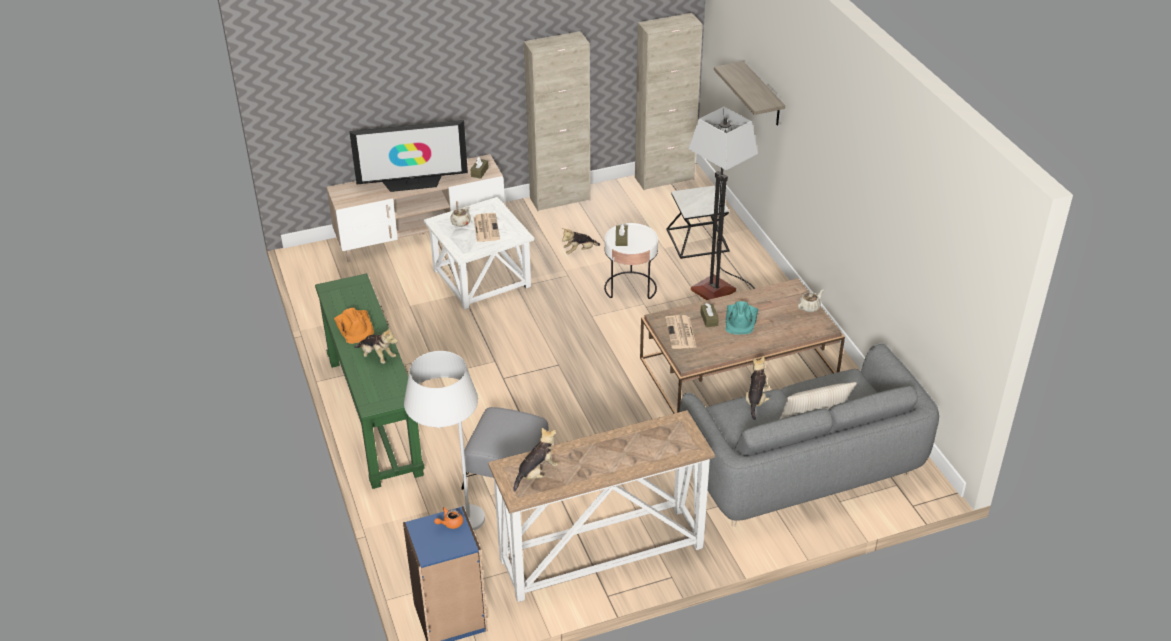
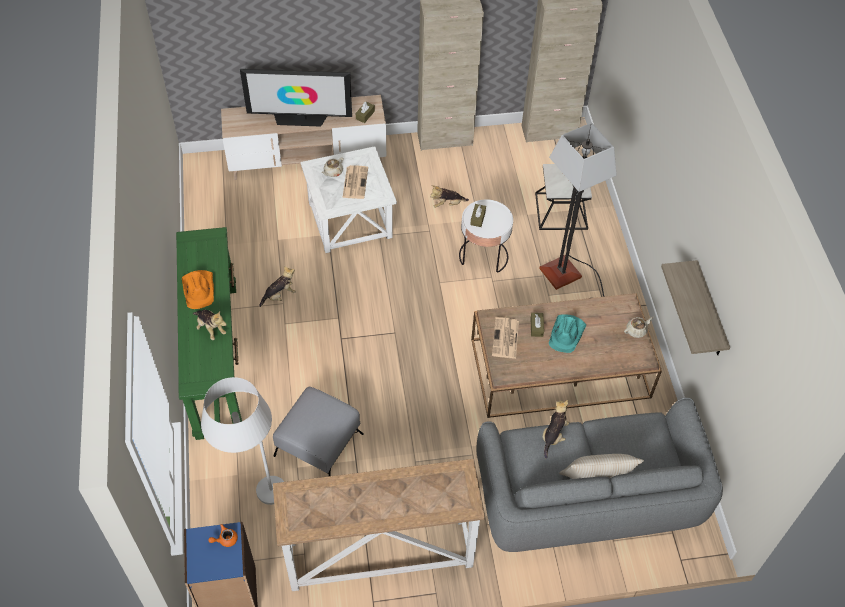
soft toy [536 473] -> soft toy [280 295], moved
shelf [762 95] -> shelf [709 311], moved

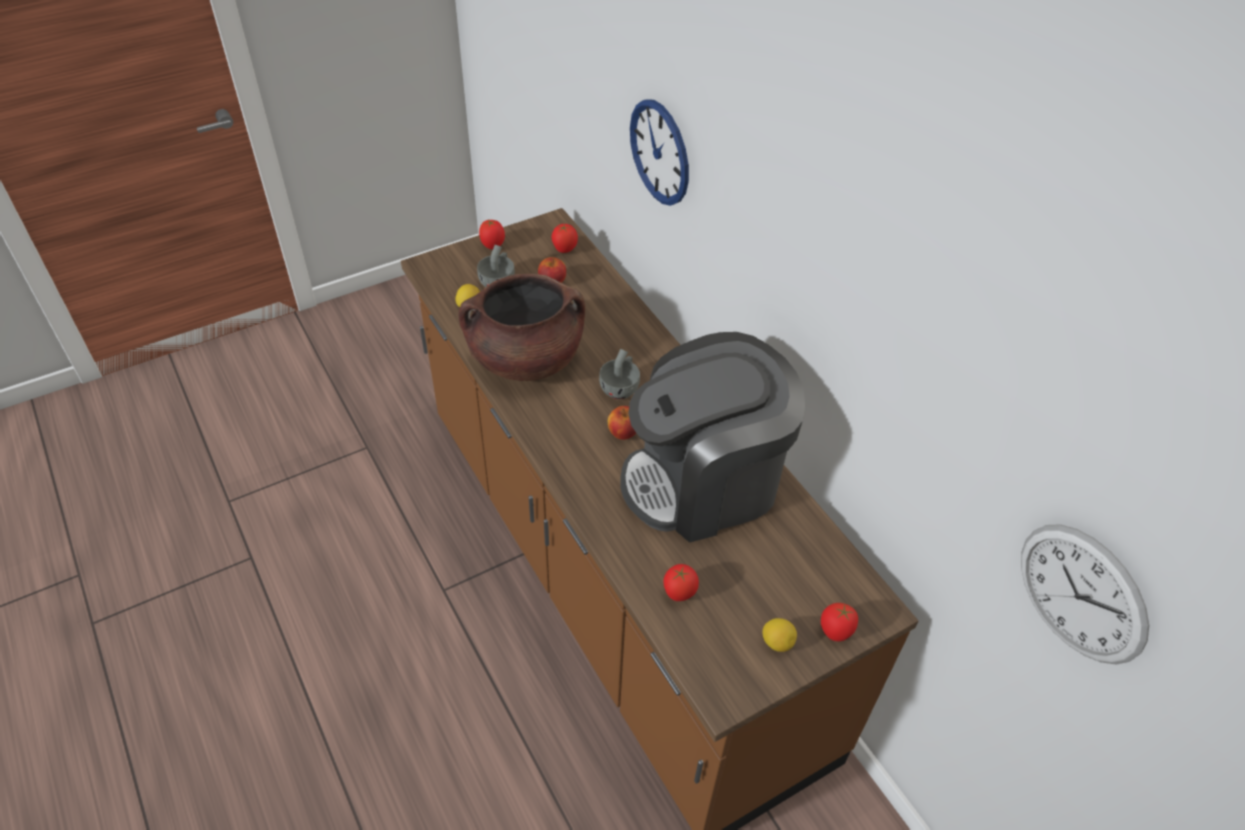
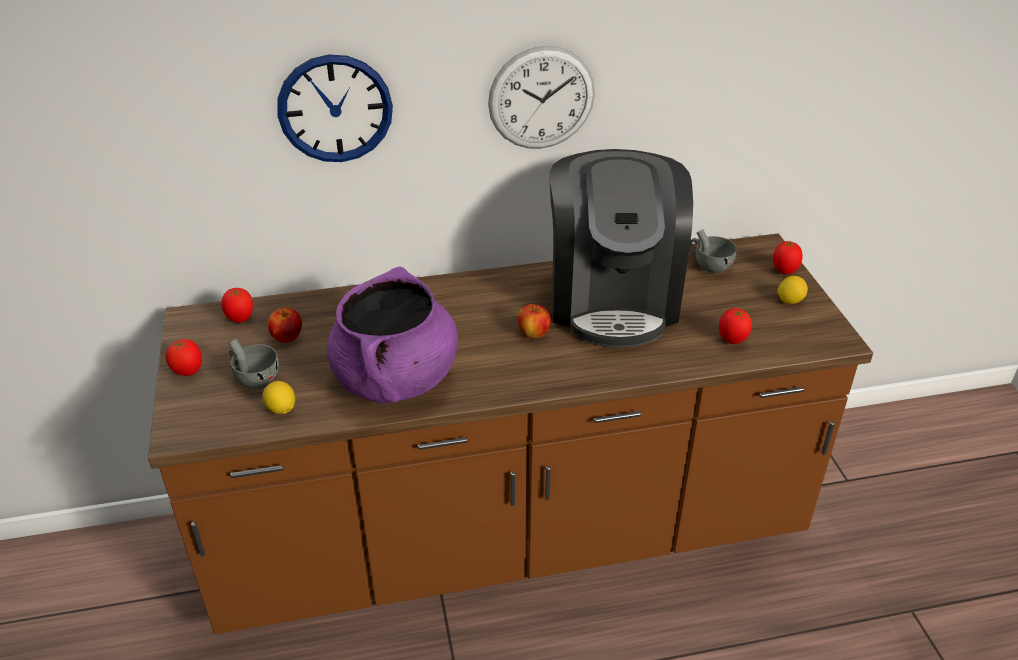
stockpot/brownish [526 359] -> stockpot/purple [396 379]
clock on the wall [1081 593] -> clock on the wall [541 98], moved
small cup/greyish [621 387] -> small cup/greyish [709 265], moved

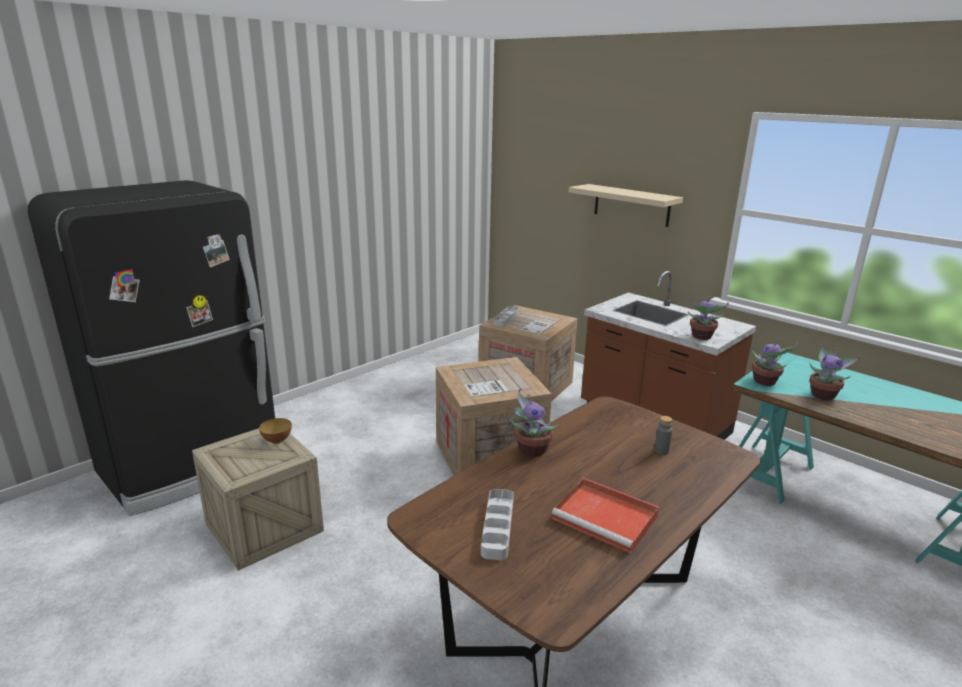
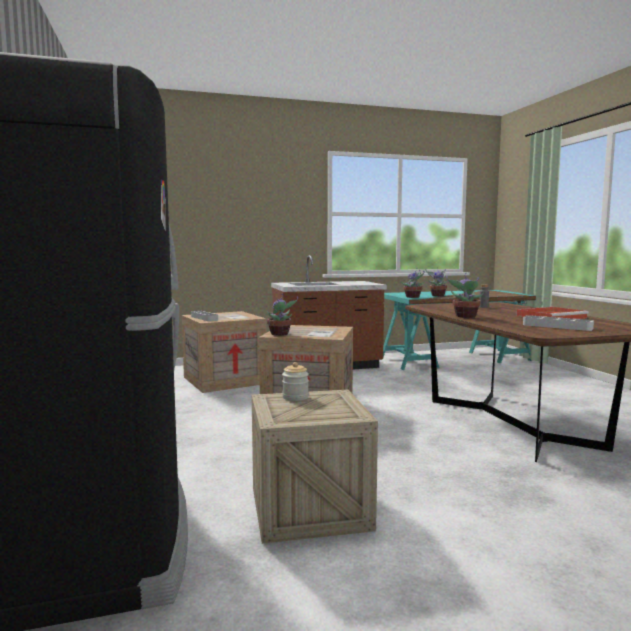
potted plant [701 337] -> potted plant [280 334], moved
deep dish [277 441] -> preserve jar [295 397]
shelf/beige-coloured [631 205] -> none

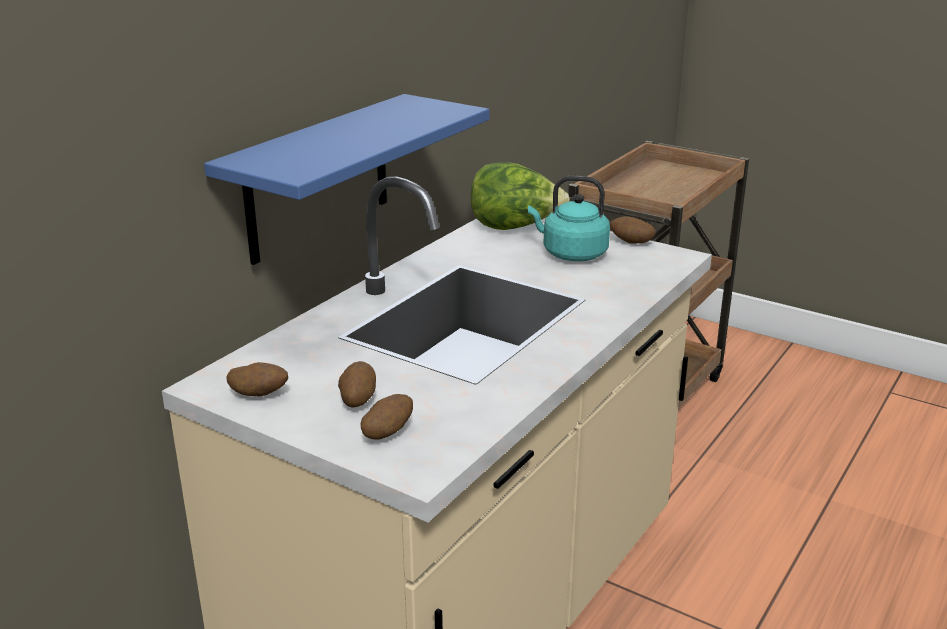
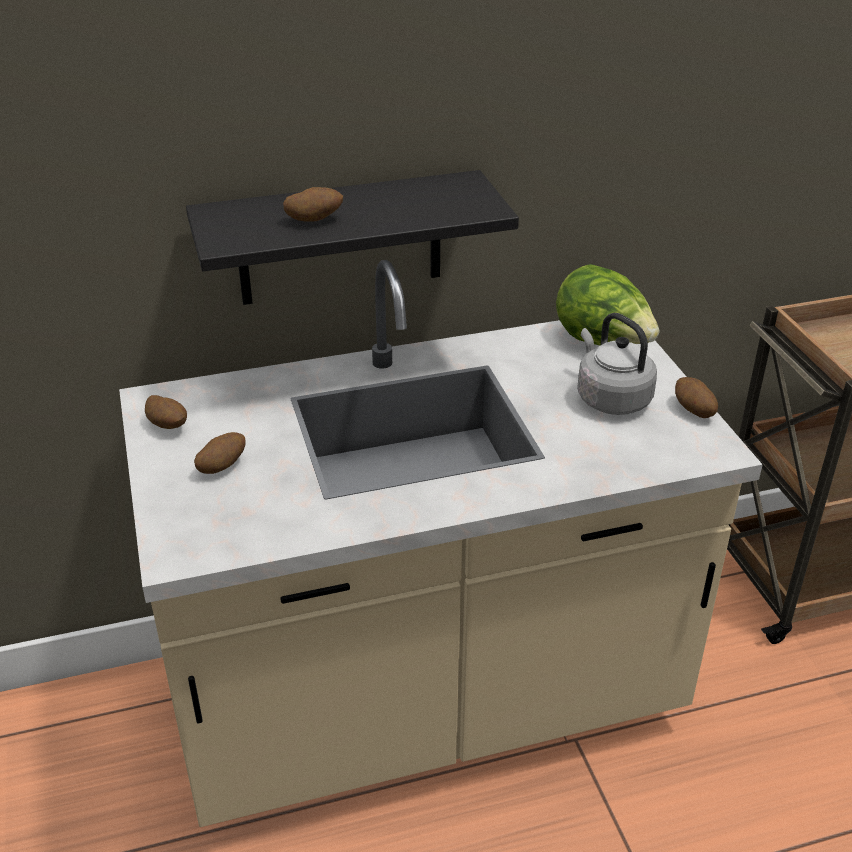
shelf/blue-coloured [318 178] -> shelf/black-coloured [340 239]
whole potato [387 433] -> whole potato [314 220], moved
water kettle/turquoise-coloured [571 254] -> water kettle/greyish [610 398]

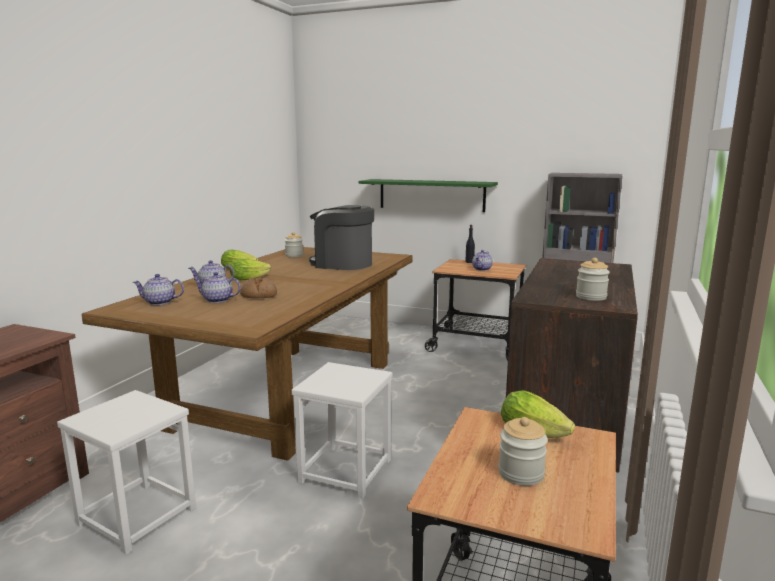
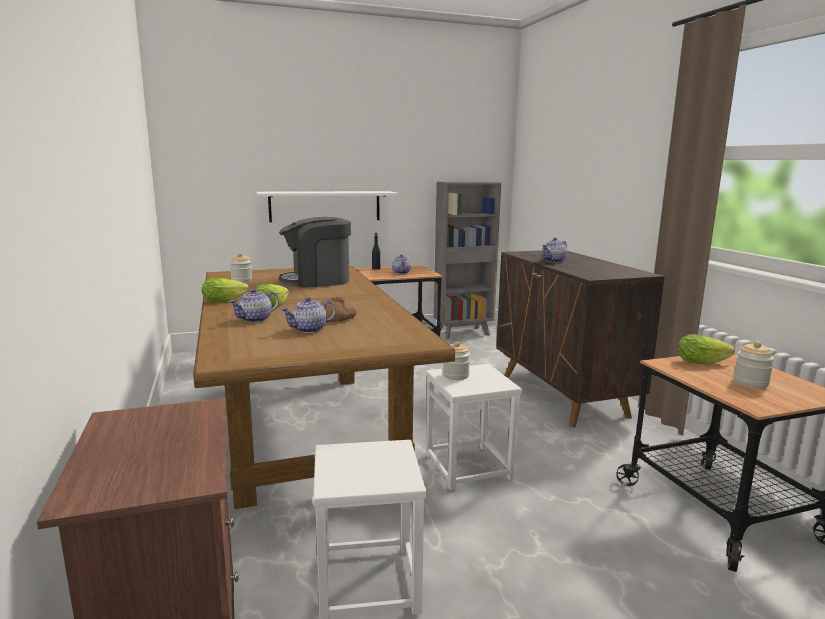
shelf/green [431 195] -> shelf/white-coloured [325 206]
preserve jar [591 297] -> preserve jar [456 375], moved
teapot [159 302] -> teapot [553 261], moved

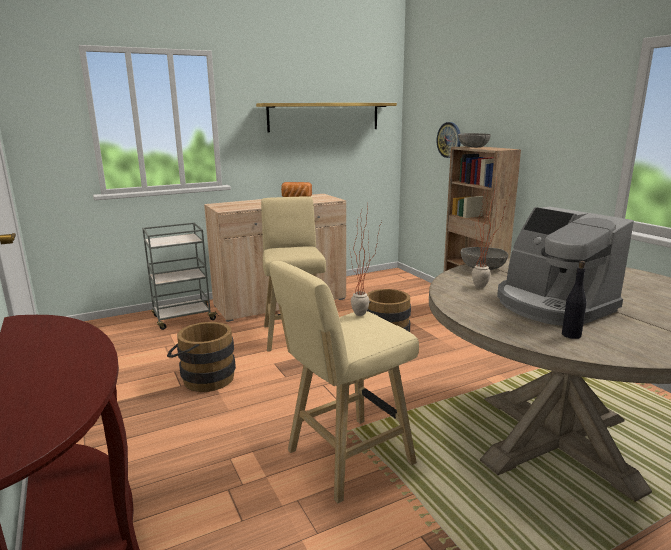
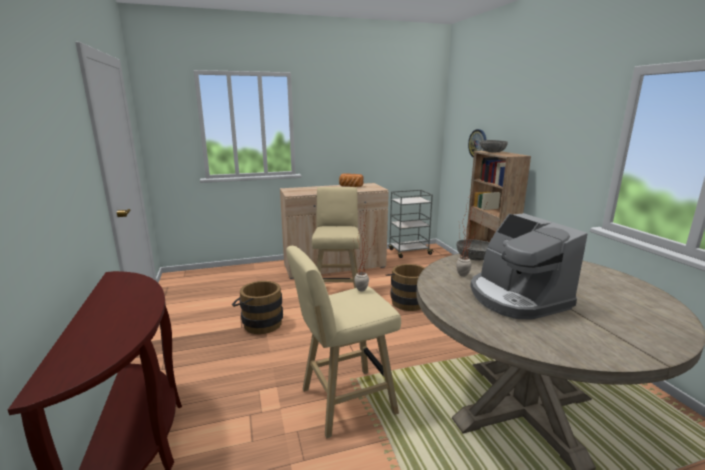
wheeled cart/greyish [183 318] -> wheeled cart/greyish [409 252], moved
shelf [324 117] -> none
bottle/black-coloured [571 335] -> none

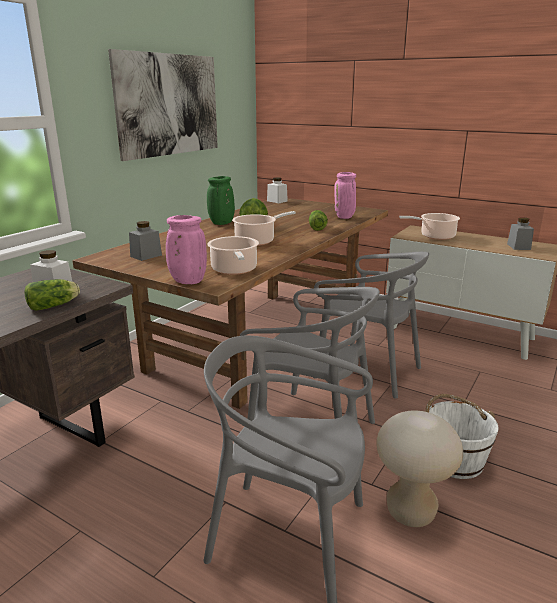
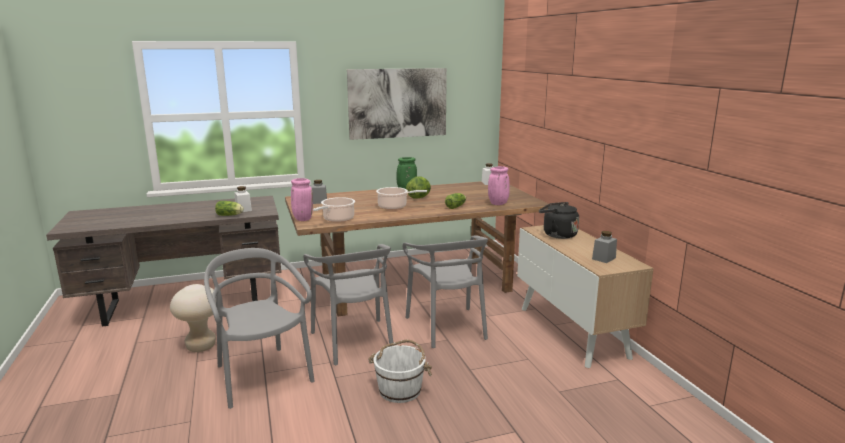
stool/beige-coloured [410 512] -> stool/beige-coloured [201 346], moved
stockpot [435 236] -> water kettle/black-coloured [557 235]

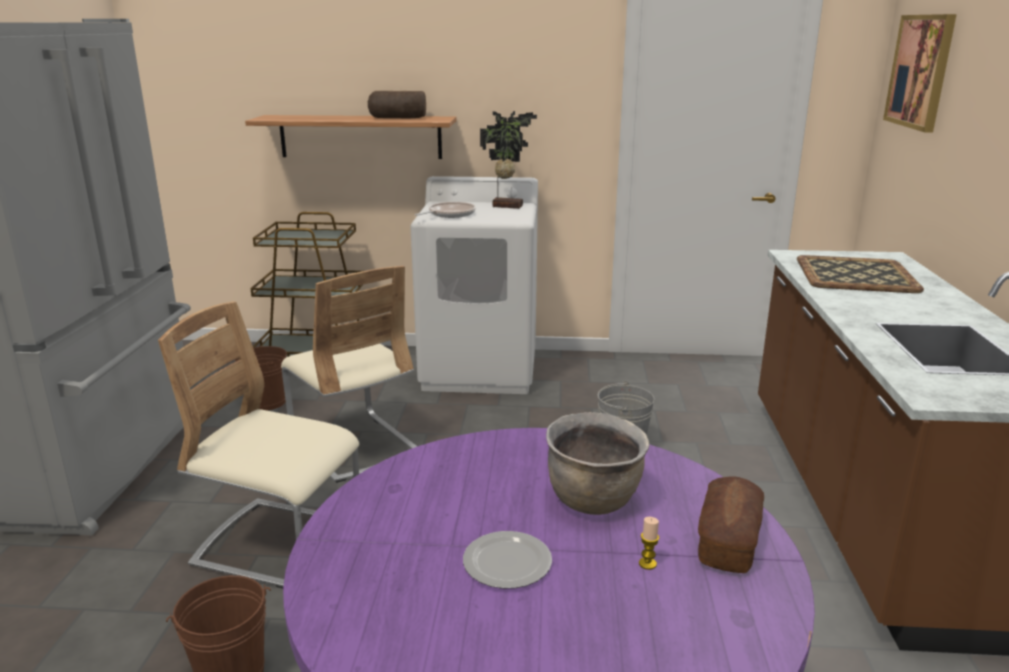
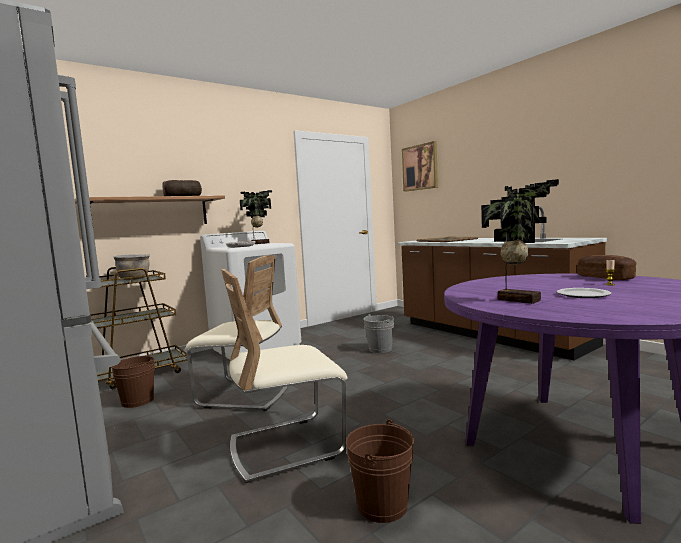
stockpot/brownish [594 500] -> stockpot/brownish [134 279], moved
none -> potted plant [519 300]

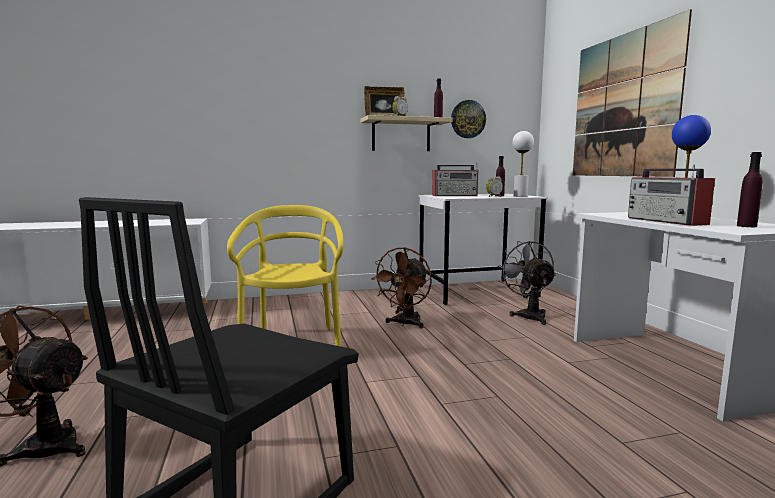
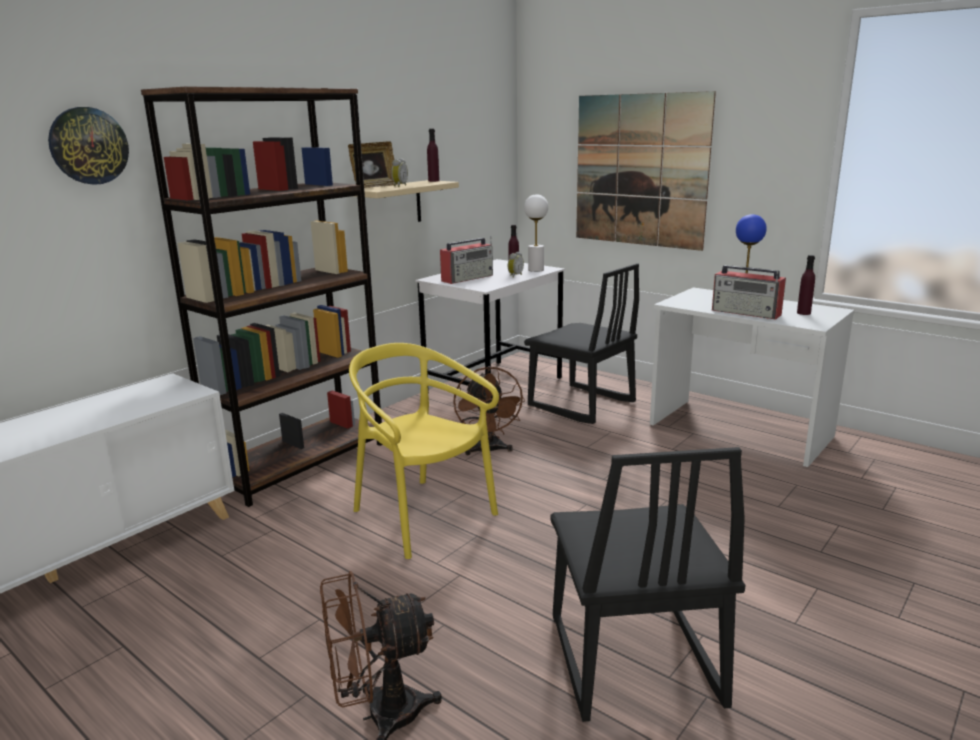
clock on the wall [468 119] -> clock on the wall [88 146], moved
none -> shelving unit/brownish [300 463]
fan/greyish [528 315] -> chair/black-coloured [580 405]

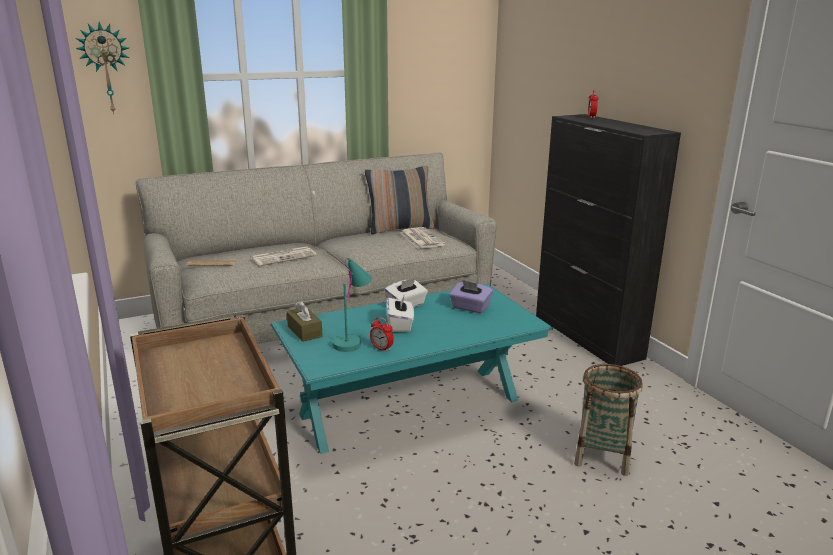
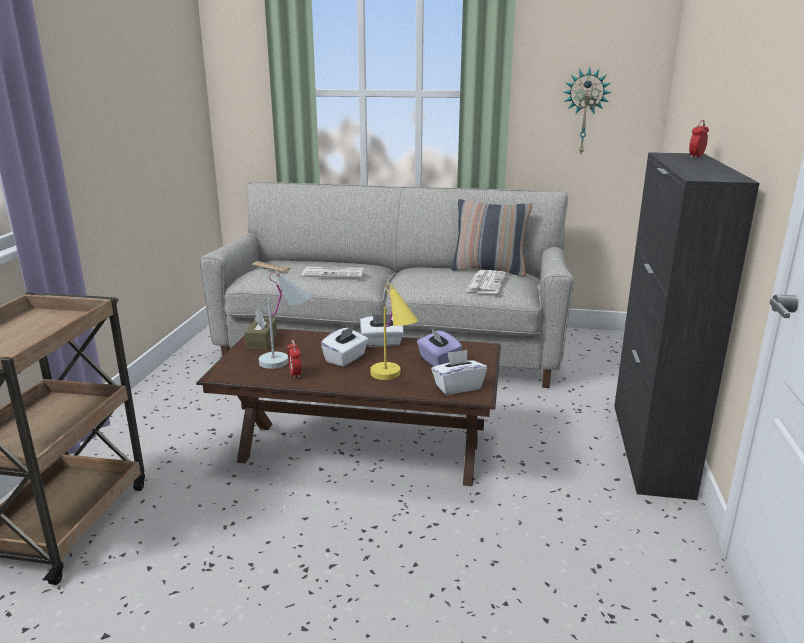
low table/turquoise-coloured [411 407] -> low table/brownish [360 452]
lamp for a table/turquoise-coloured [354 339] -> lamp for a table/white-coloured [287 359]
none -> lamp for a table/yellow-coloured [394 378]
none -> tissue holder/white-coloured [458 387]
clock on the wall [106 68] -> clock on the wall [584 111], moved
household basket [602 455] -> none

